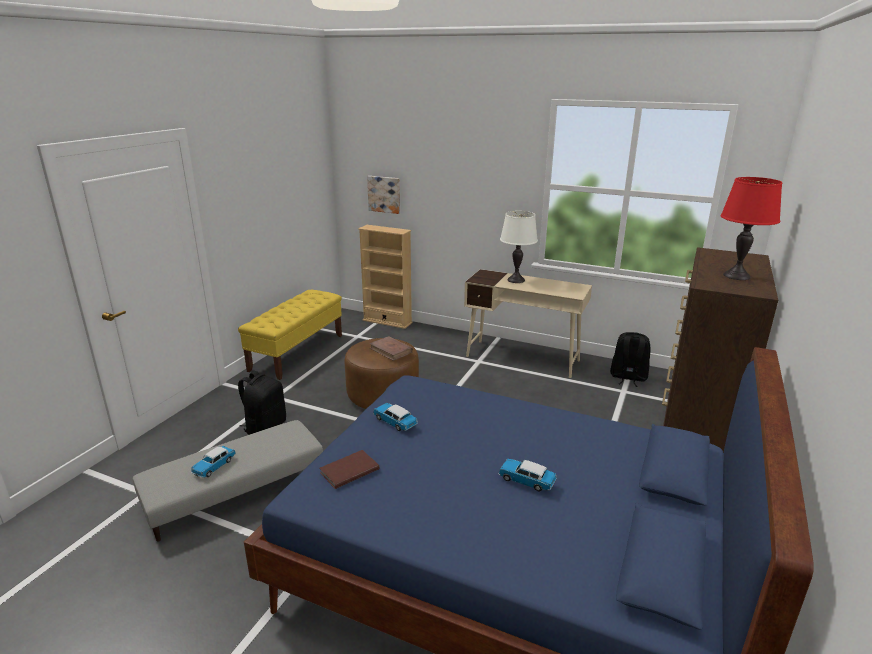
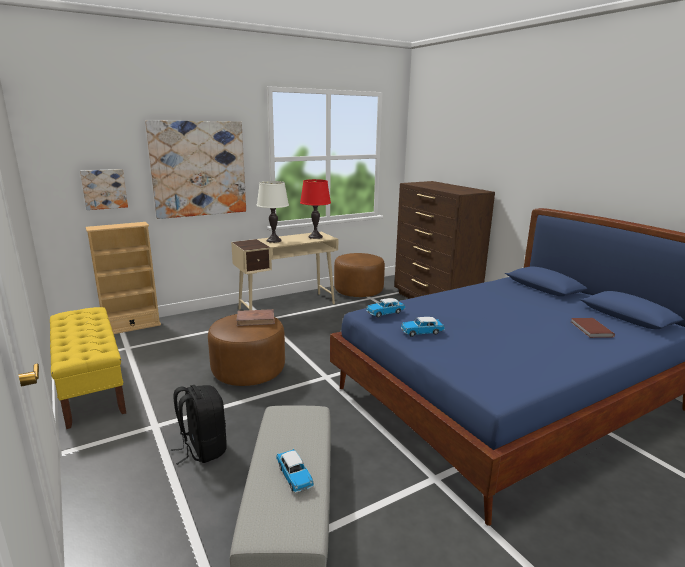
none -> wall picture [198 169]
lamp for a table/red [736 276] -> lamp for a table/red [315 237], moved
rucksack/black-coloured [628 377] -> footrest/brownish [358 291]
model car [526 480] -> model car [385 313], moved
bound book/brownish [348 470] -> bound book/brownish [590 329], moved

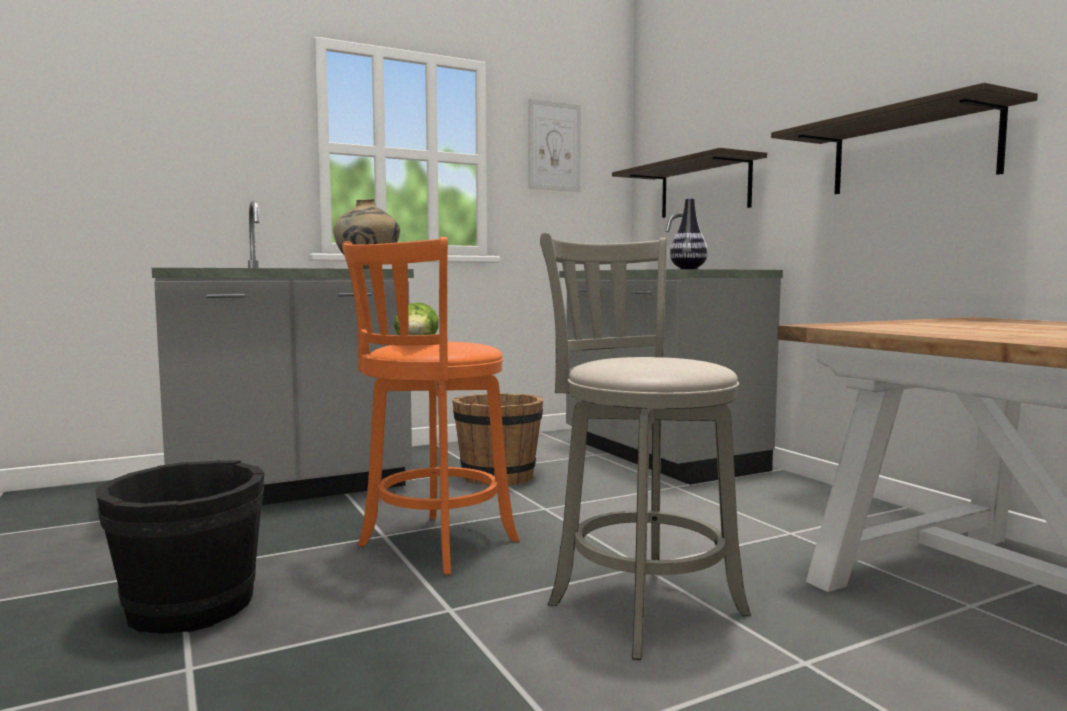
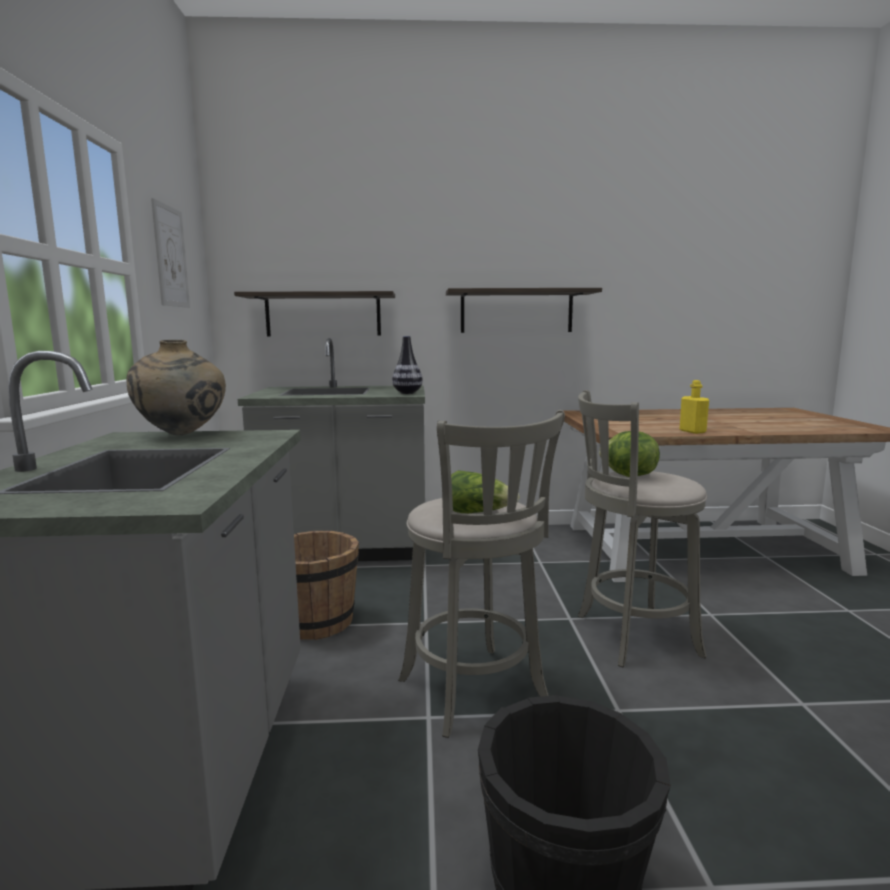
stool/orange-coloured [432 545] -> stool/greyish [476 693]
none -> head of lettuce [628 476]
none -> bottle/yellow-coloured [692 431]

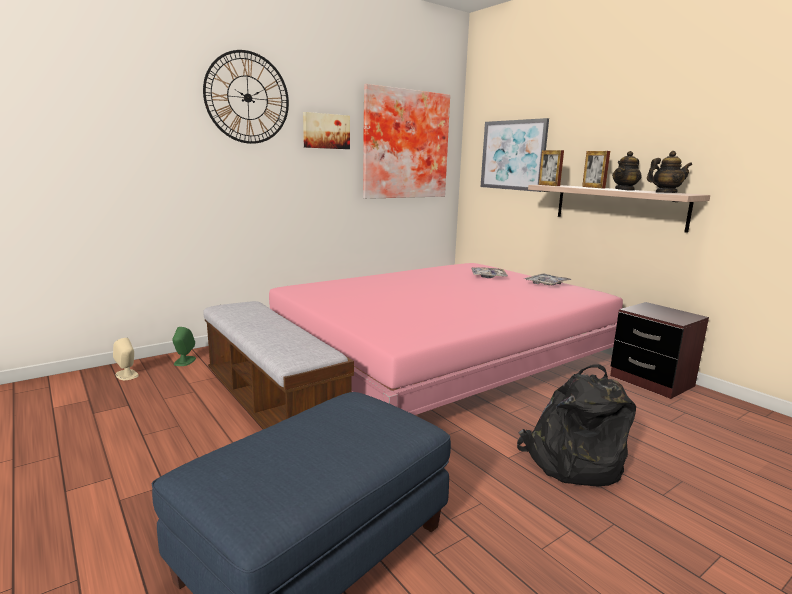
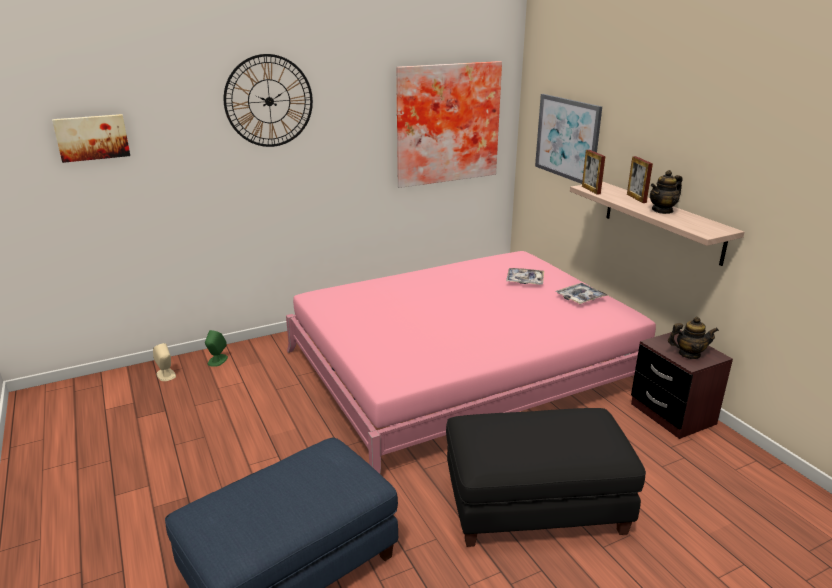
wall picture [326 131] -> wall picture [92 137], moved
rucksack/black-coloured [571 461] -> footrest/black-coloured [536 504]
teapot [665 193] -> teapot [689 354], moved
bench [271 404] -> none

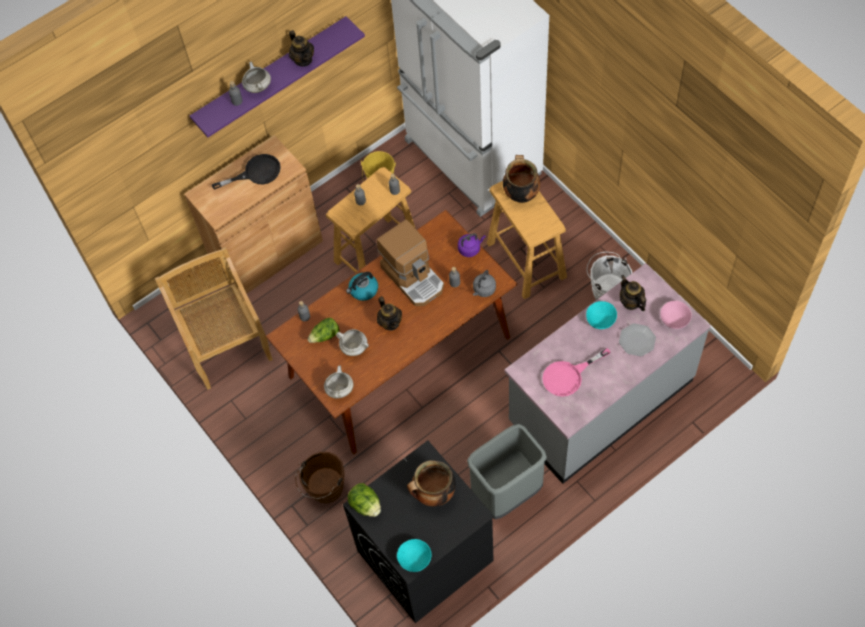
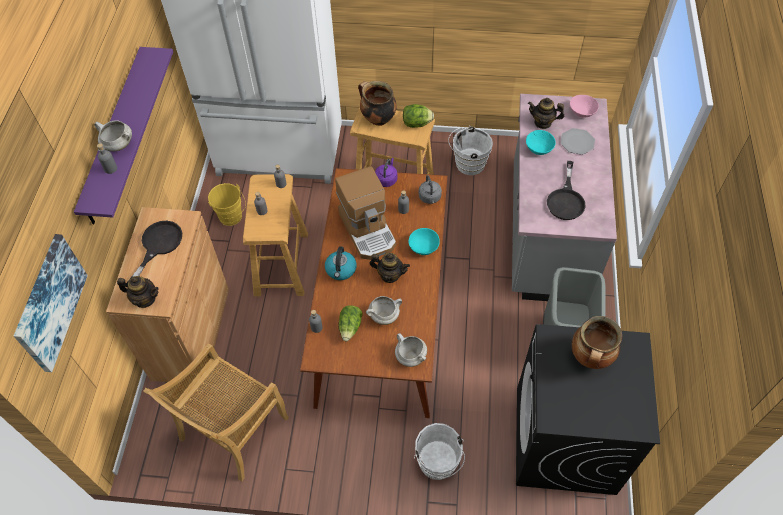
none -> wall picture [49 302]
teapot [303 59] -> teapot [145 299], moved
chair/beige-coloured [226 345] -> chair/beige-coloured [233 430], 75 degrees counterclockwise
coffee maker [413 277] -> coffee maker [368 230], 60 degrees clockwise
head of lettuce [365 505] -> head of lettuce [416 123], moved
deep dish/turquoise-coloured [414 558] -> deep dish/turquoise-coloured [423 247], moved
pail/brownish [324 489] -> pail/white-coloured [438 465]
pan/pink-coloured [568 376] -> pan/black-coloured [566 200]

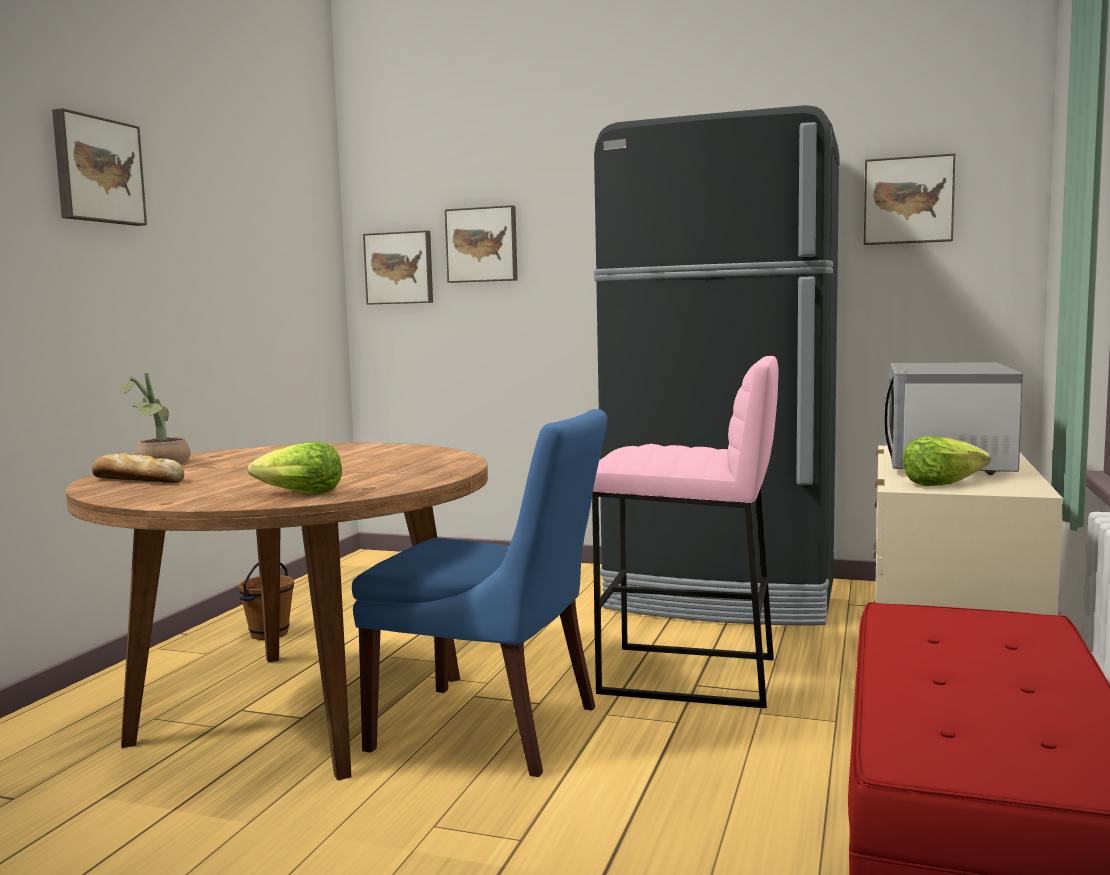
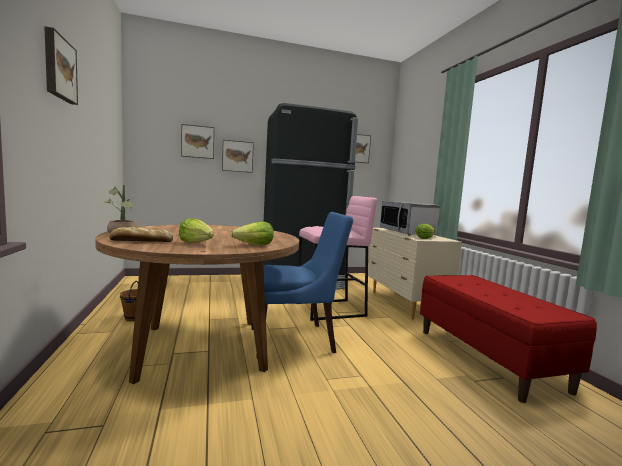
none -> head of lettuce [197 243]
wall picture [400 268] -> wall picture [237 156], moved

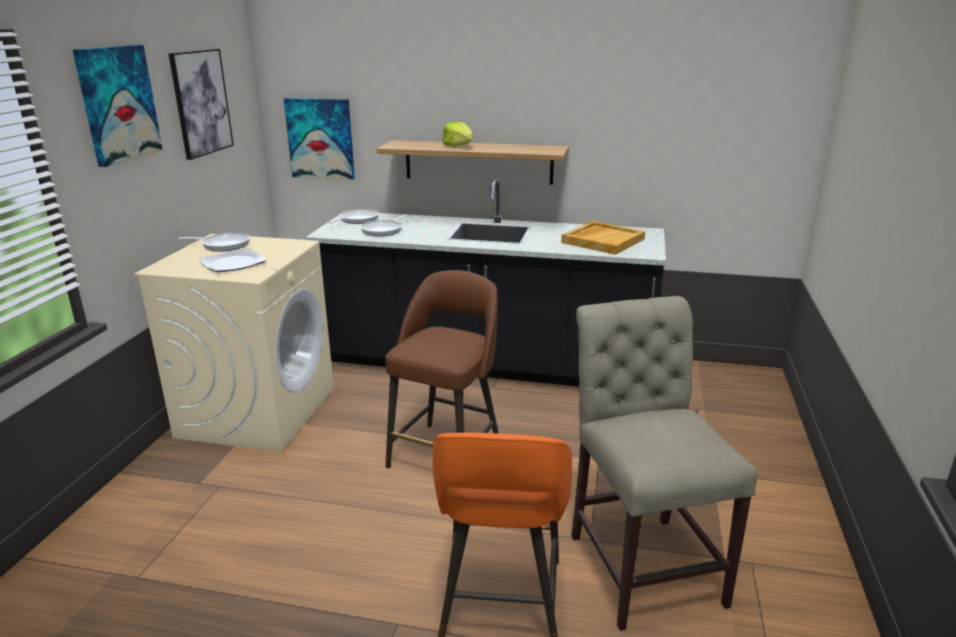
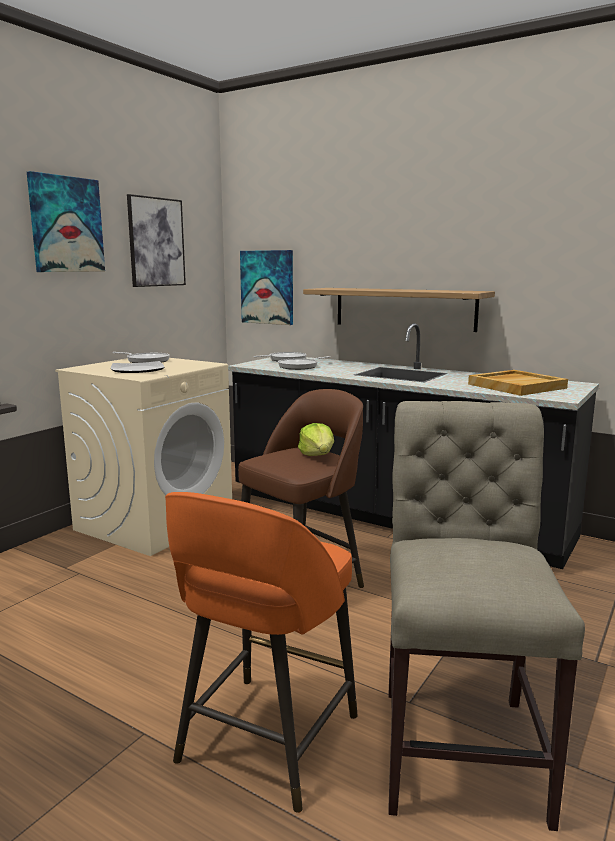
head of lettuce [459 146] -> head of lettuce [317 455], moved

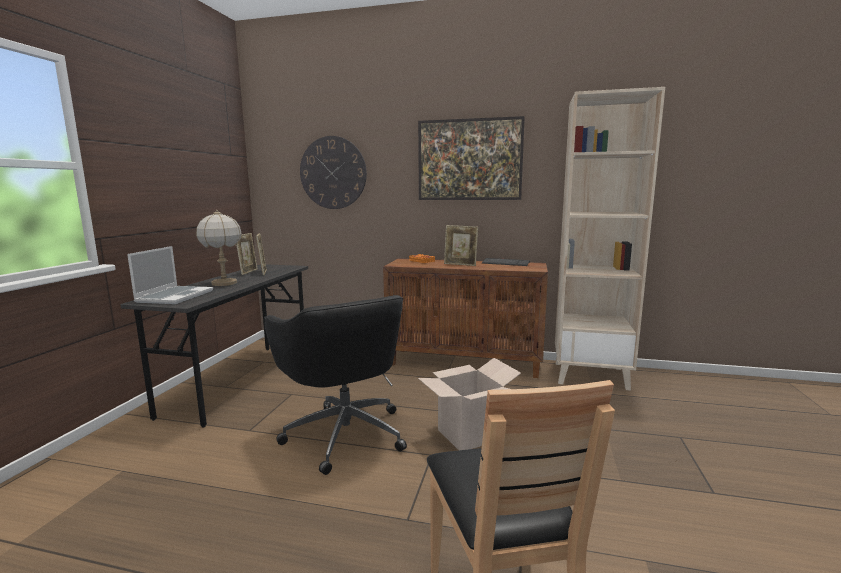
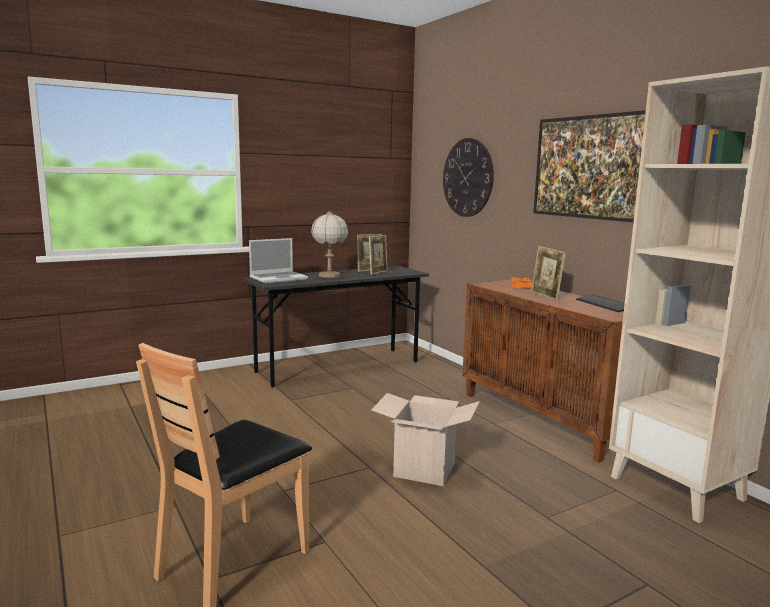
computer chair/black-coloured [344 432] -> none

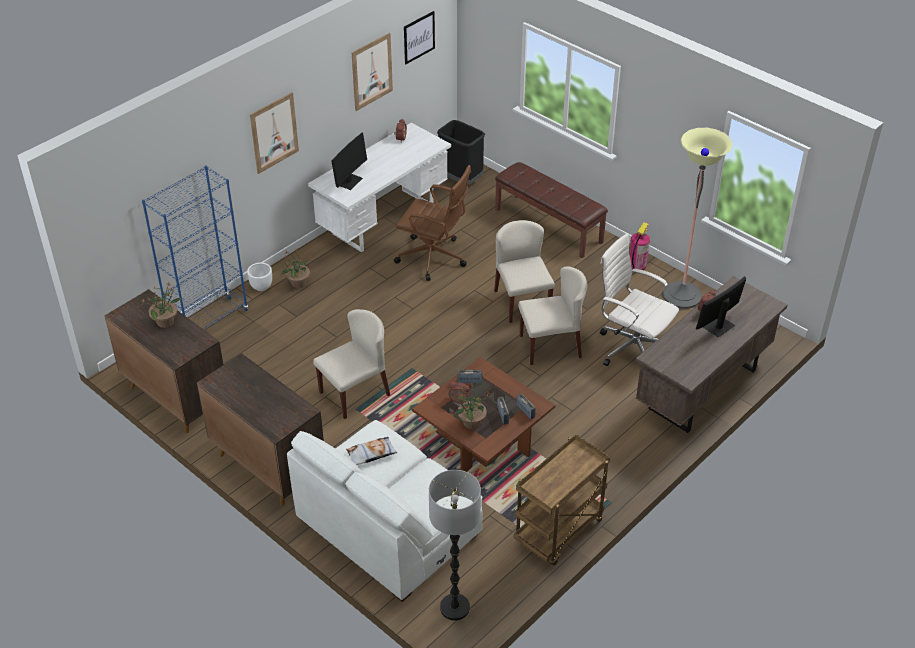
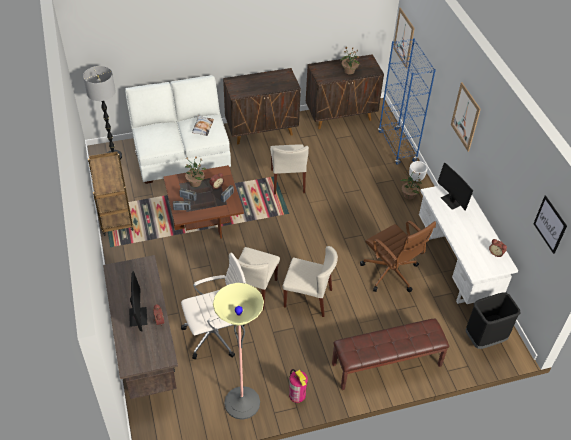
computer chair/brownish [433 258] -> computer chair/brownish [391 273], 90 degrees counterclockwise
wall picture [372 71] -> wall picture [404 38], moved

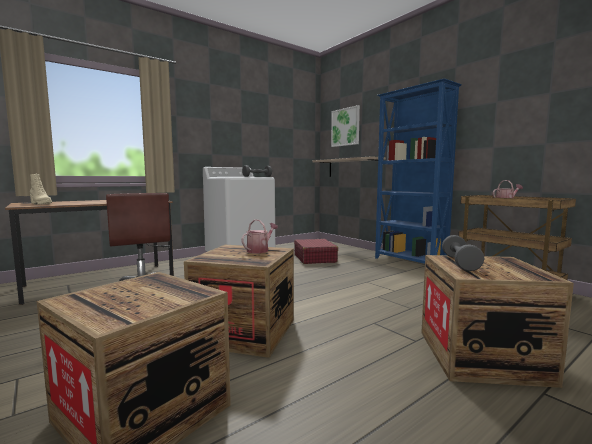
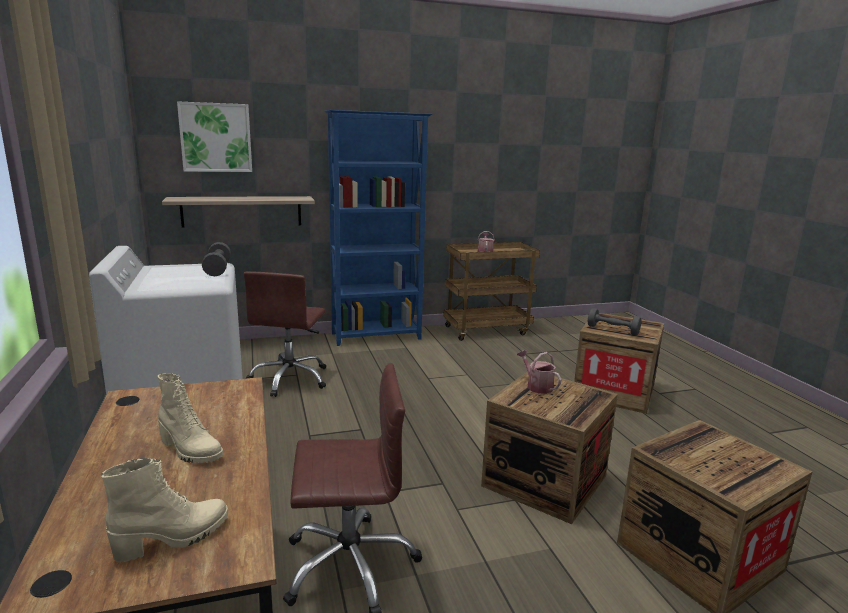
none -> boot/beige-coloured [190 451]
suitcase/red [315 258] -> computer chair/brownish [290 379]

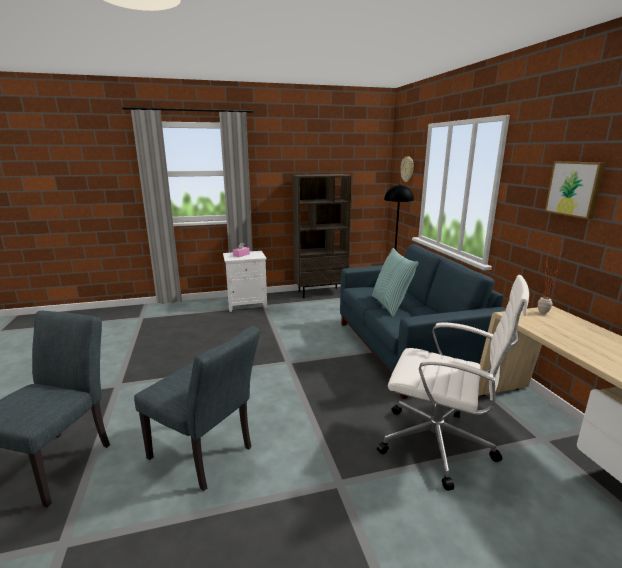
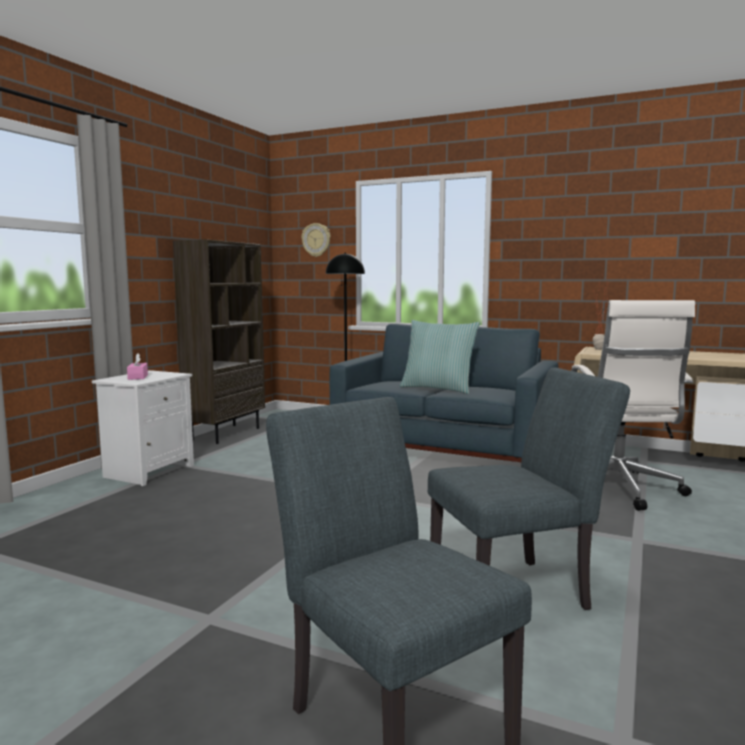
computer chair/white-coloured [439 445] -> computer chair/white-coloured [618 489], 120 degrees clockwise
wall picture [575 188] -> none

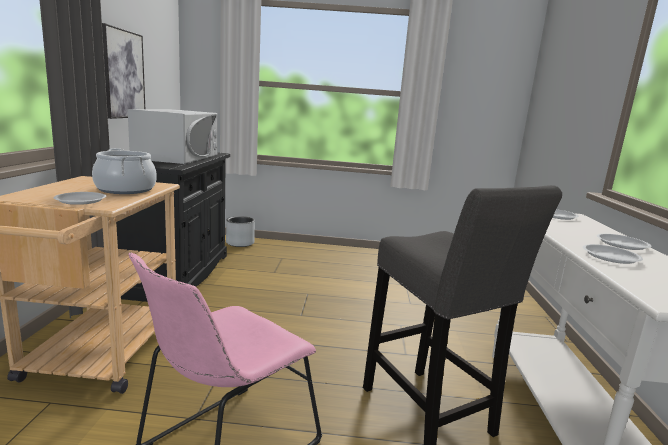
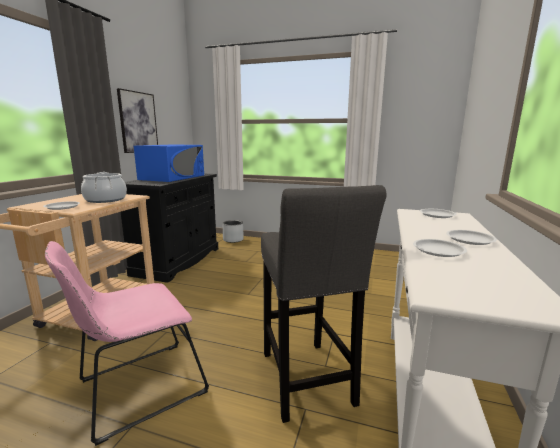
kitchen microwave/white-coloured [177 156] -> kitchen microwave/blue-coloured [172 177]

